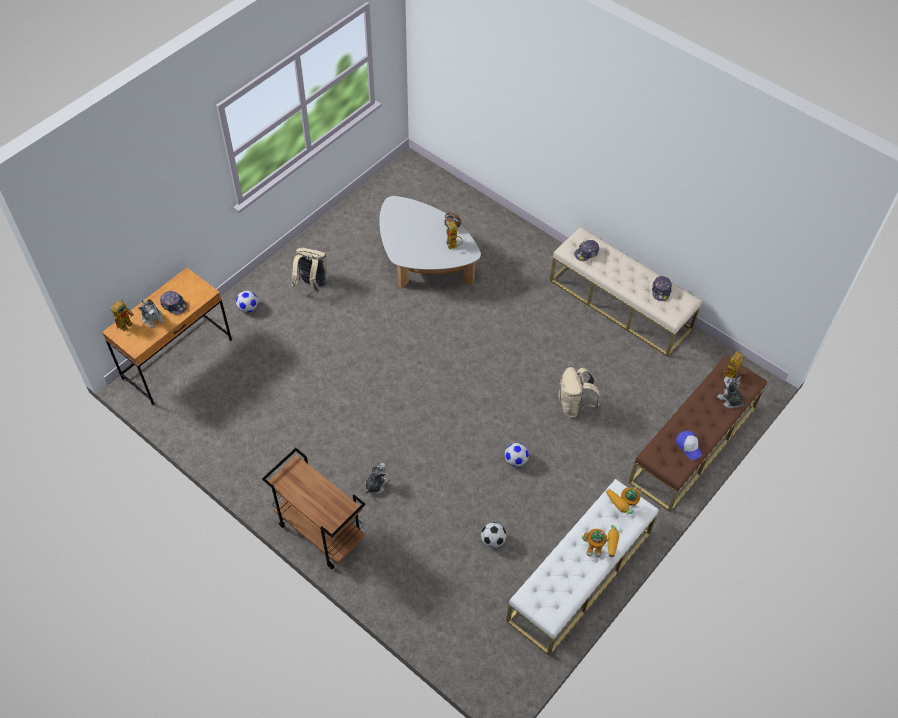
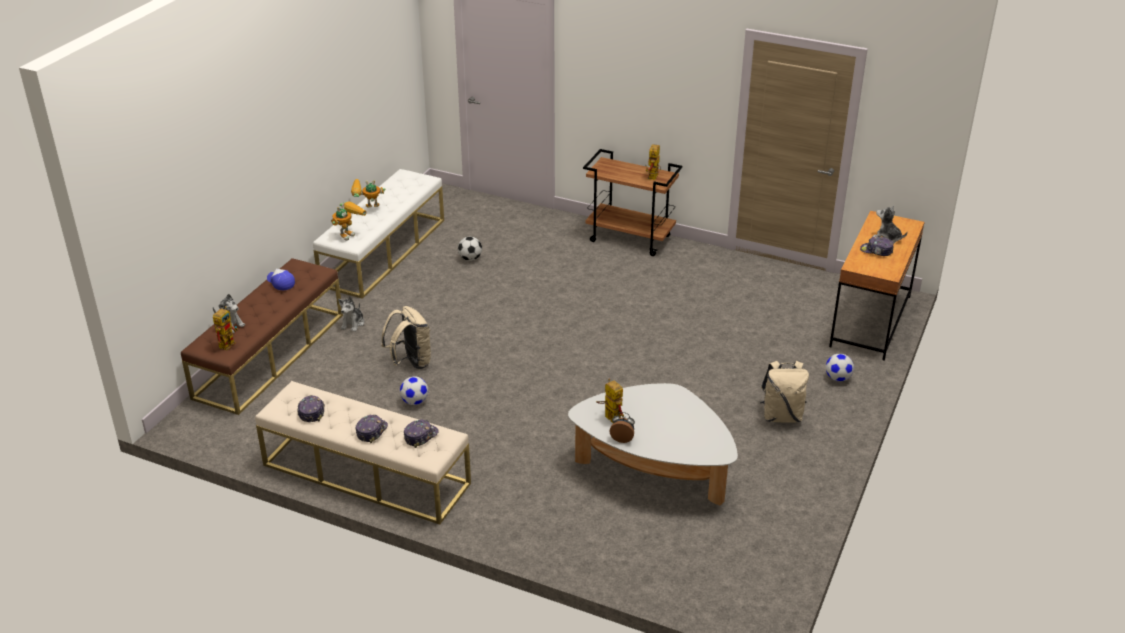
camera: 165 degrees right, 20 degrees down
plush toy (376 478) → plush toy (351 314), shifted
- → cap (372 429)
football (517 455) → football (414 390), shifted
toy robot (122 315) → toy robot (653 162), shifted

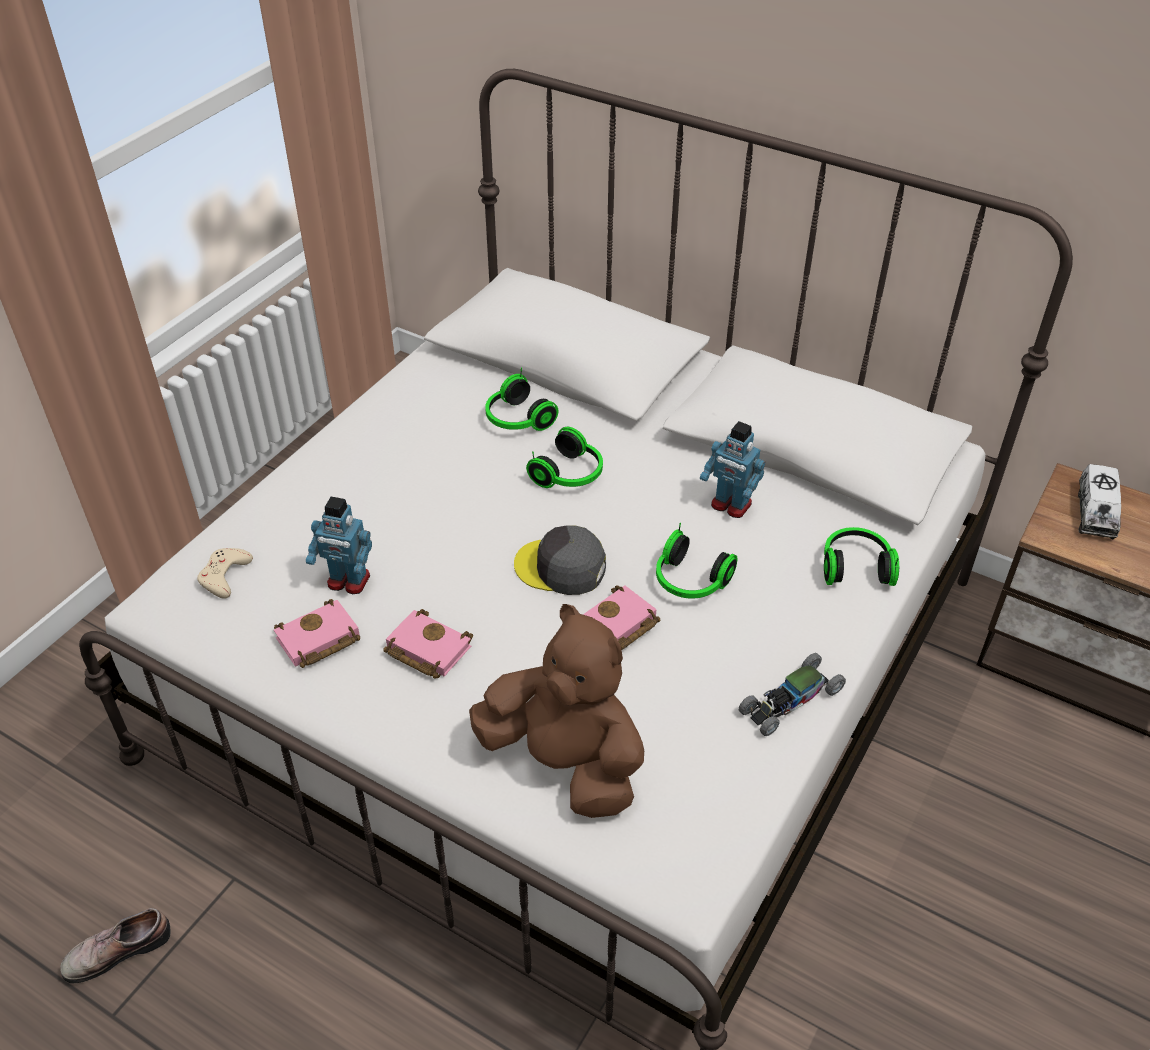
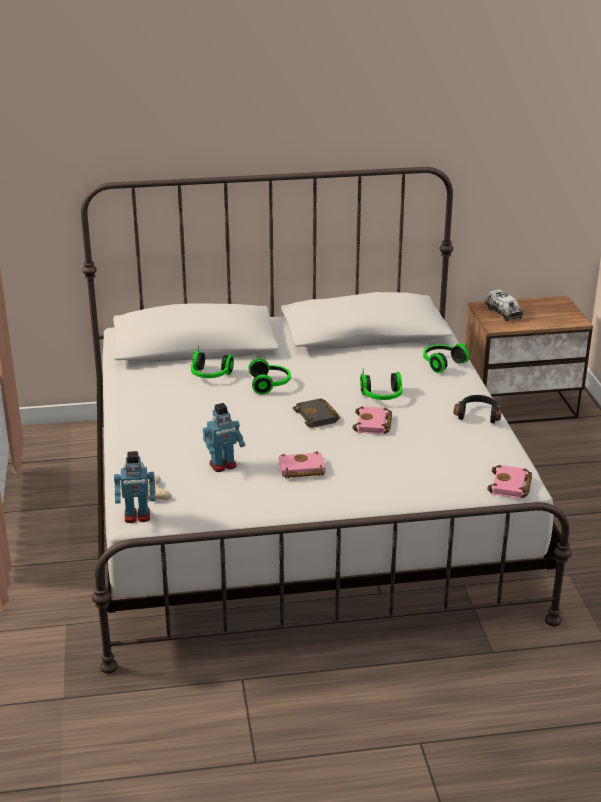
camera: 40 degrees left, 15 degrees down
toy robot (733 469) → toy robot (135 487), shifted
grey cap (560 560) → black book (316 413)
toy car (792 694) → black headphones (477 409)
pink book (317 633) → pink book (509 481), shifted
shoe (115 945) → -
brown plush toy (556 711) → -

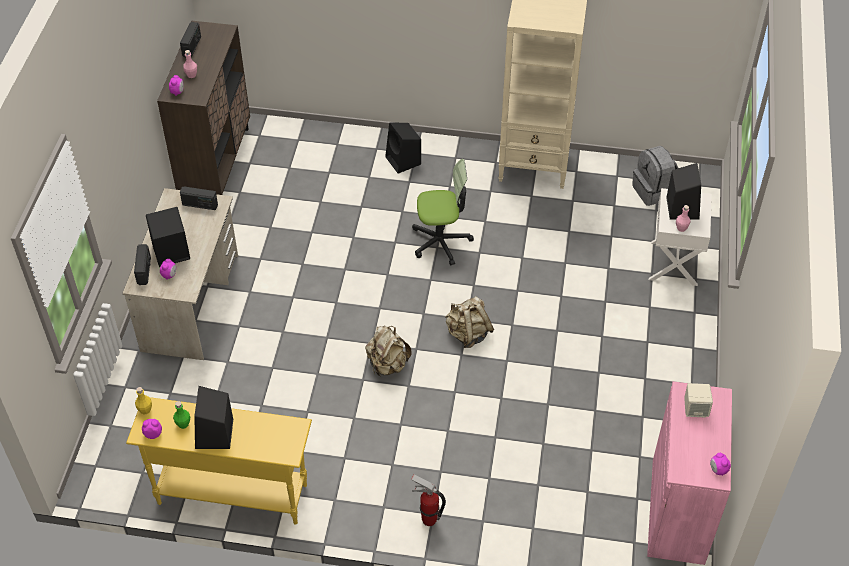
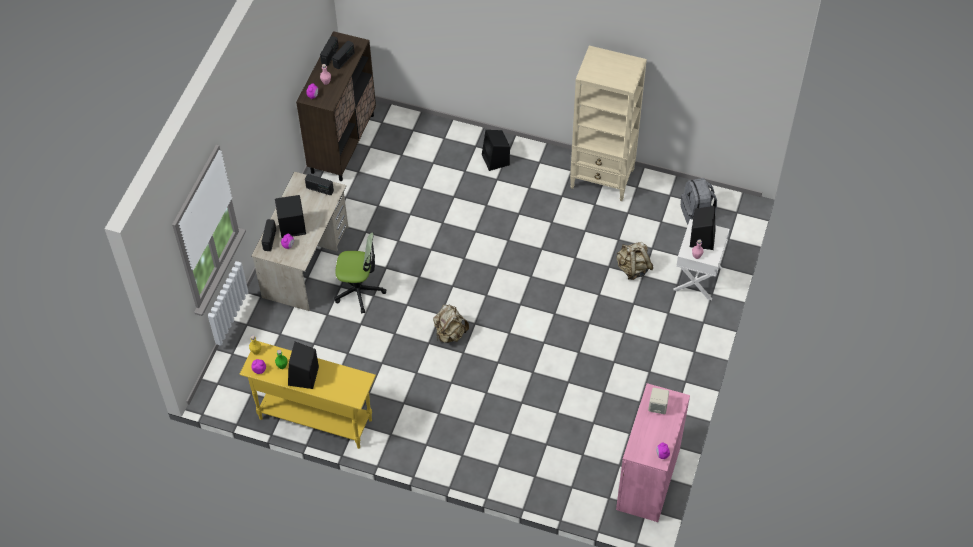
camera: 10 degrees right, 5 degrees up
- → radio (343 55)
office chair (443 212) → office chair (360 273), shifted
beige backpack (469 322) → beige backpack (634 261), shifted
fire extinguisher (428 500) → -

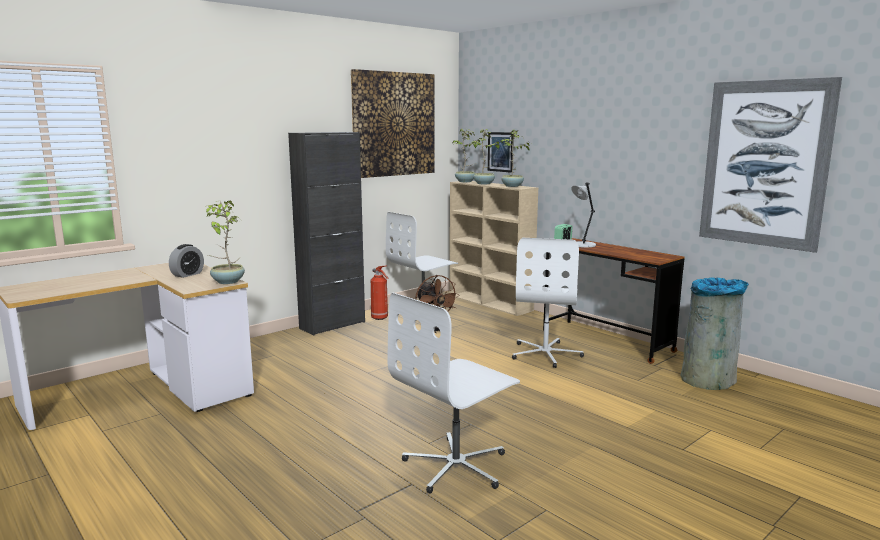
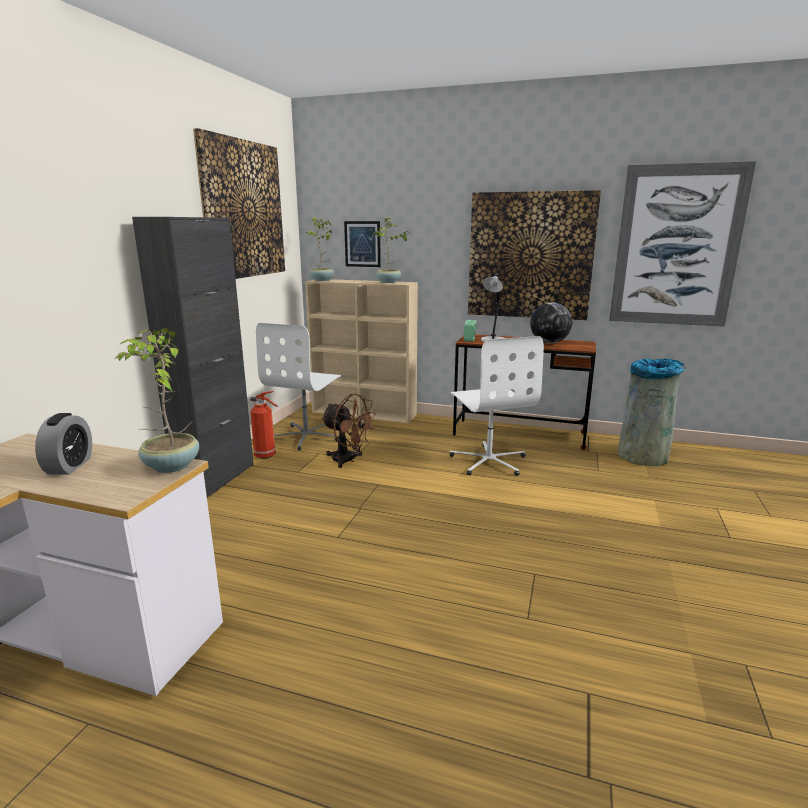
camera: 30 degrees left, 5 degrees up
- → picture (534 255)
- → globe (551 323)
white office chair (454 393) → -
potted plant (487 157) → -

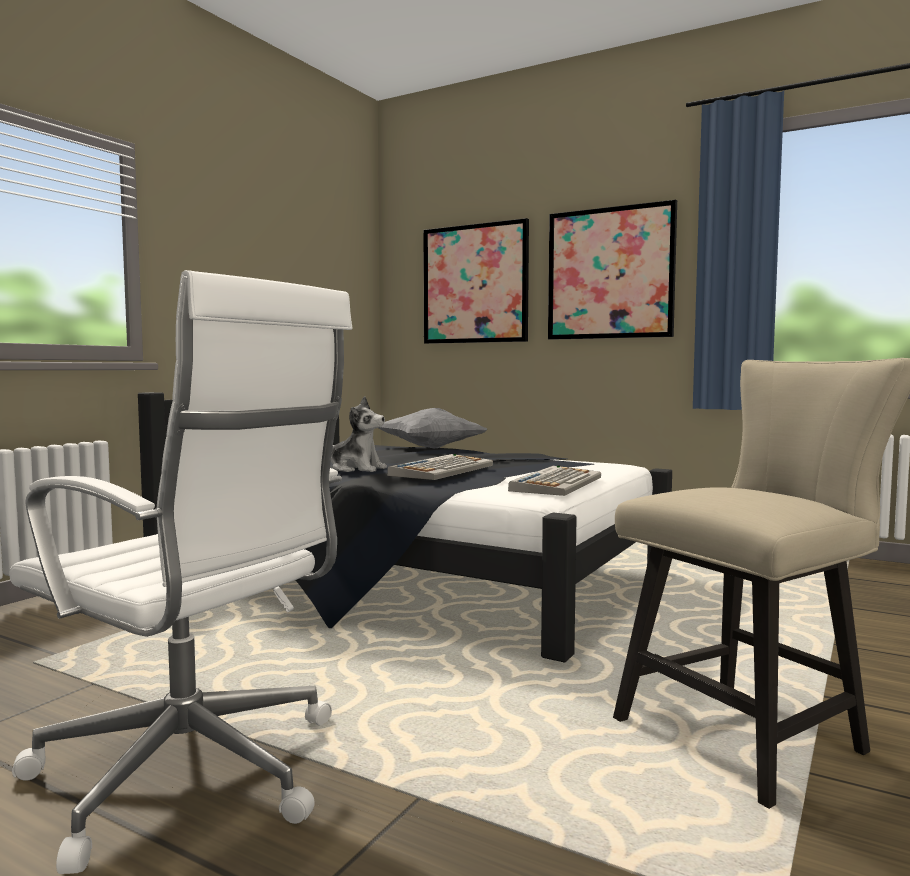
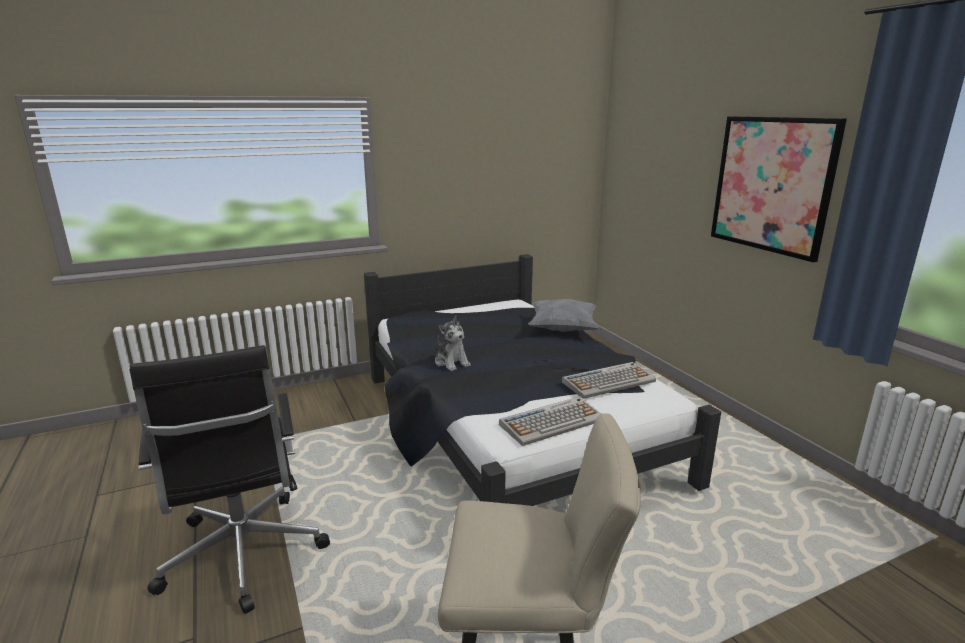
camera: 35 degrees right, 15 degrees up
white office chair (180 572) → black office chair (229 479)
keyboard (440 467) → keyboard (609 380), shifted
picture (476 281) → -

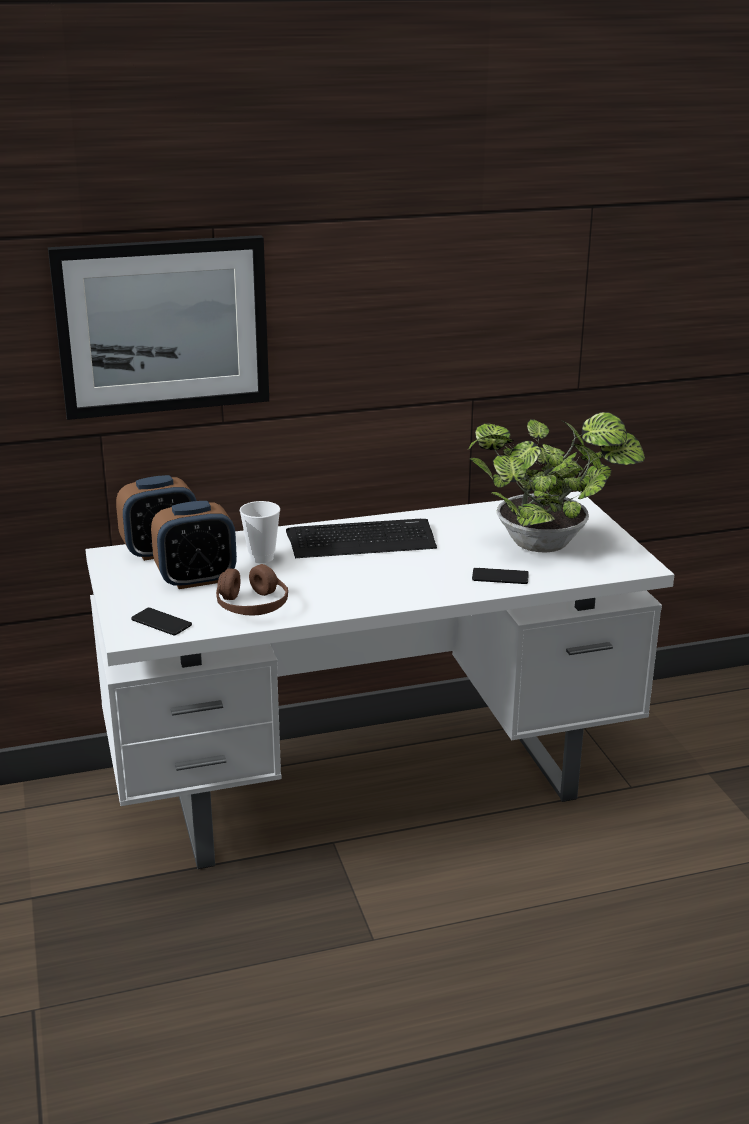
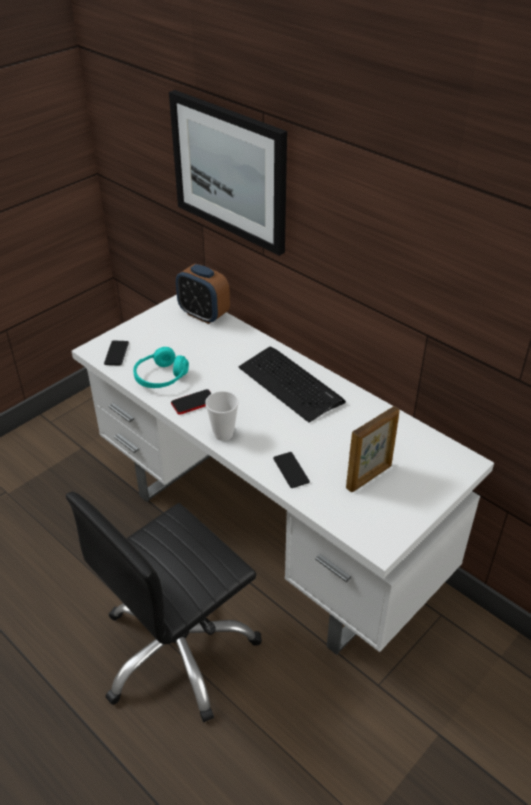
camera: 60 degrees right, 15 degrees up
- → black office chair (164 607)
brown headphones (252 589) → turquoise headphones (161 367)
- → phone (191 402)
cup (260 532) → cup (222 416), shifted
potted plant (556 482) → picture frame (373 449)
alarm clock (194 545) → -

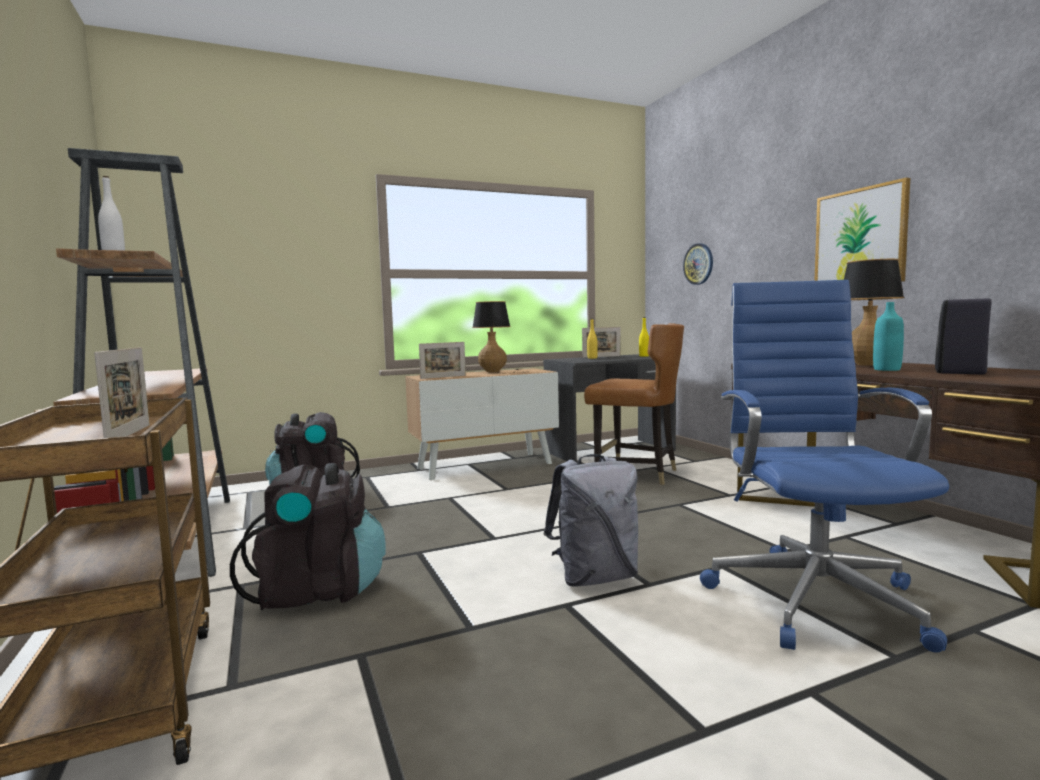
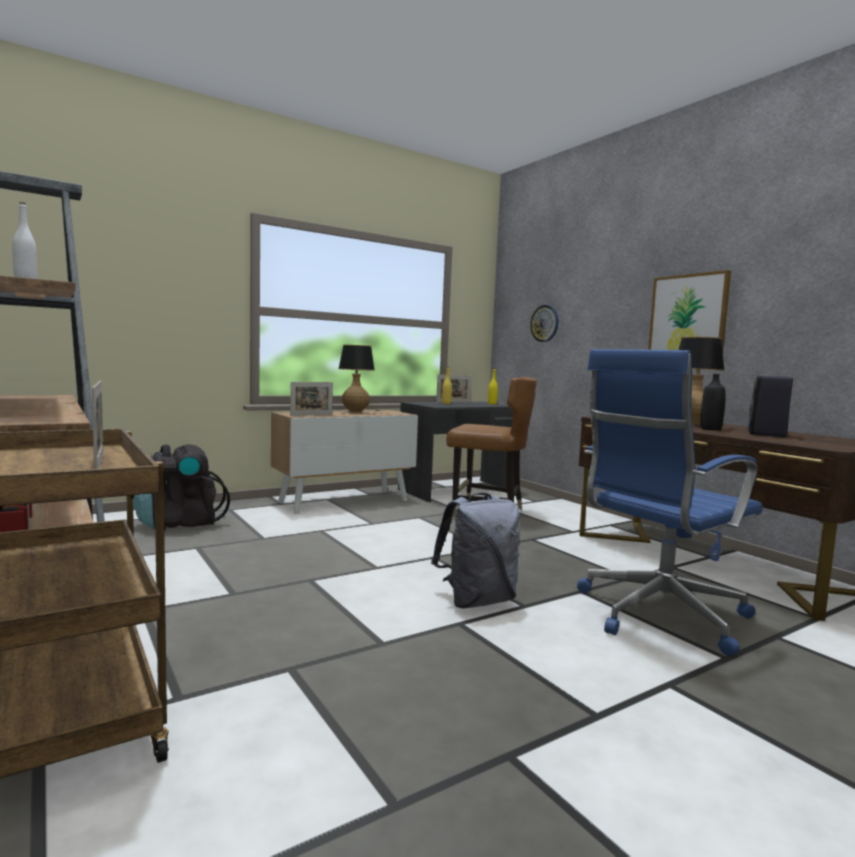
camera: 10 degrees left, 0 degrees up
blue office chair (824 466) → blue office chair (670 502), 120 degrees counterclockwise
turquoise bottle (888 336) → black bottle (713 402)
black backpack (308 537) → -

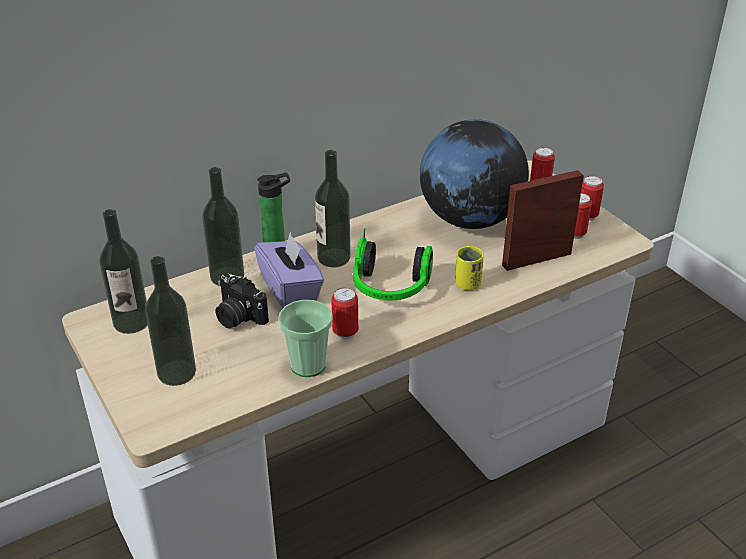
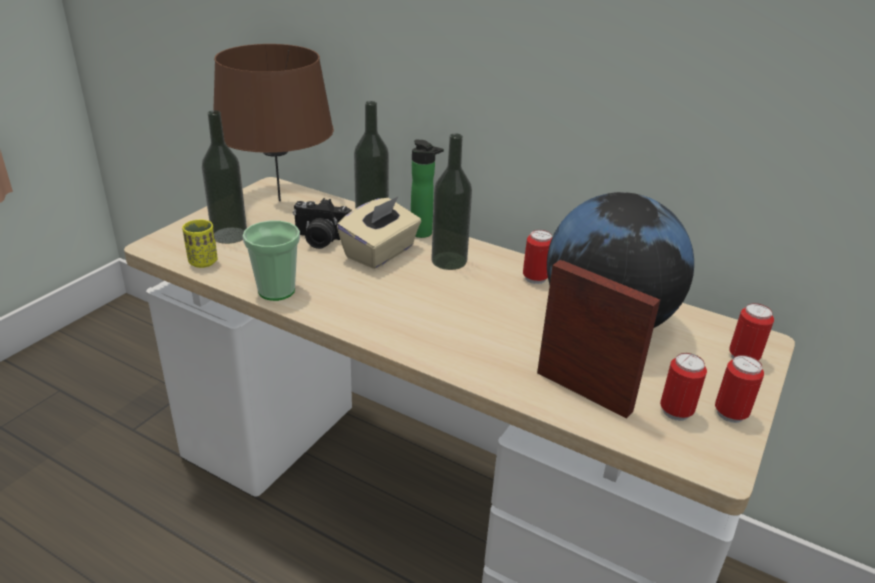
camera: 60 degrees right, 5 degrees down
yellow cup (469 268) → yellow cup (200 243), shifted
bottle (123 271) → brown table lamp (273 123)
photo camera (242 301) → photo camera (322 223), 90 degrees counterclockwise
purple tissue box (289 270) → beige tissue box (379 233)
can (345 313) → can (537 257), shifted
headphones (393 264) → -

